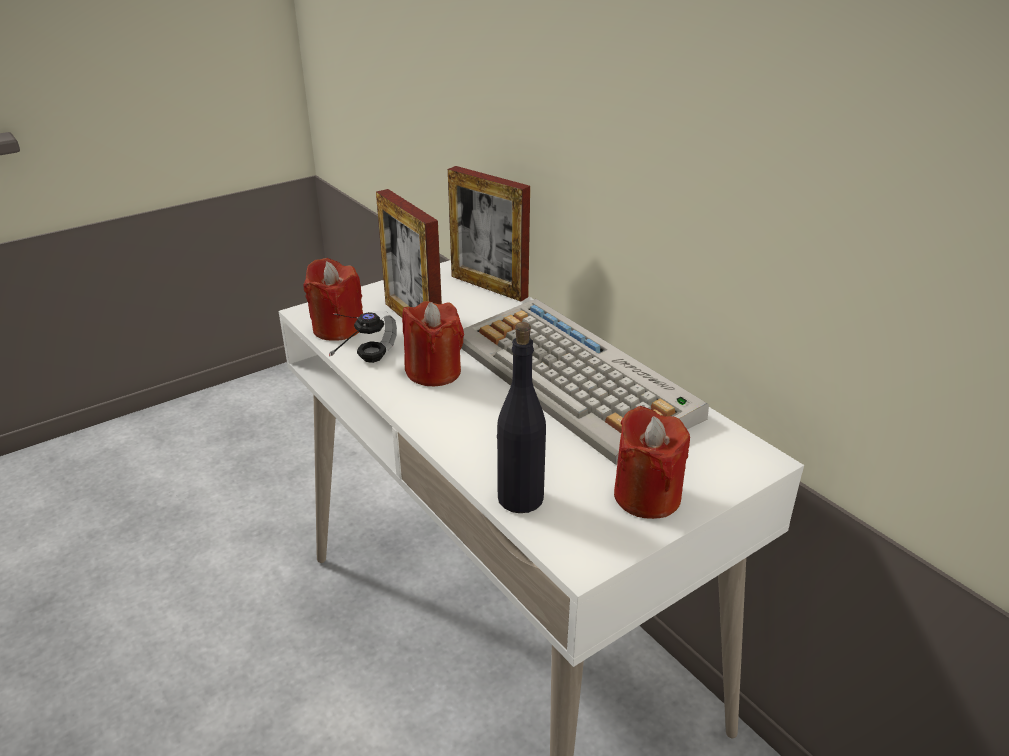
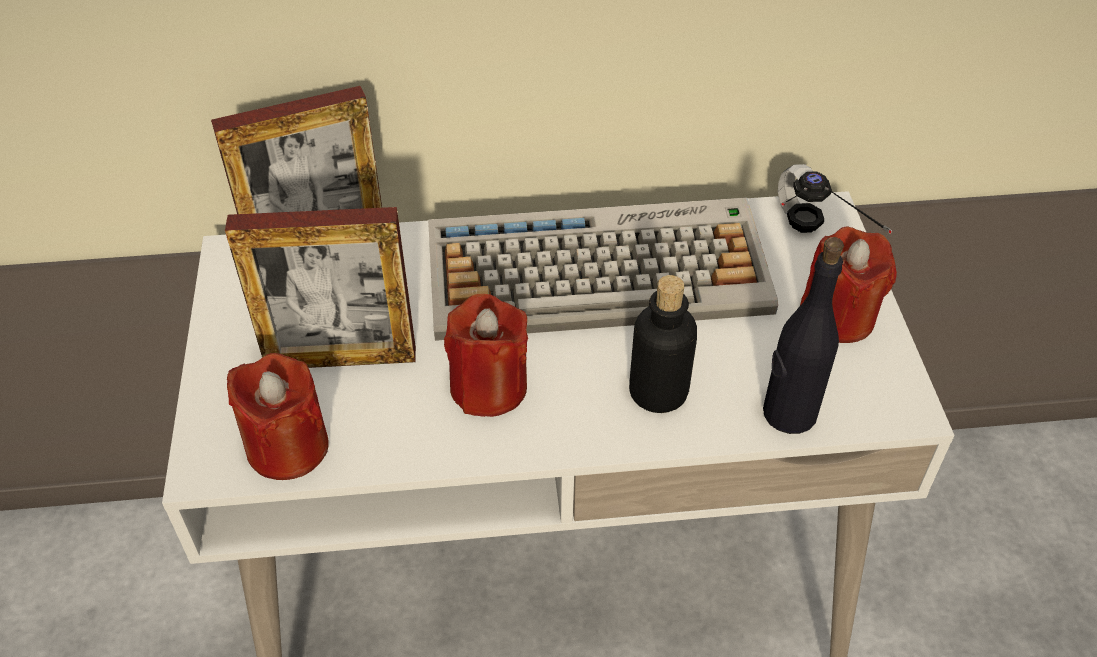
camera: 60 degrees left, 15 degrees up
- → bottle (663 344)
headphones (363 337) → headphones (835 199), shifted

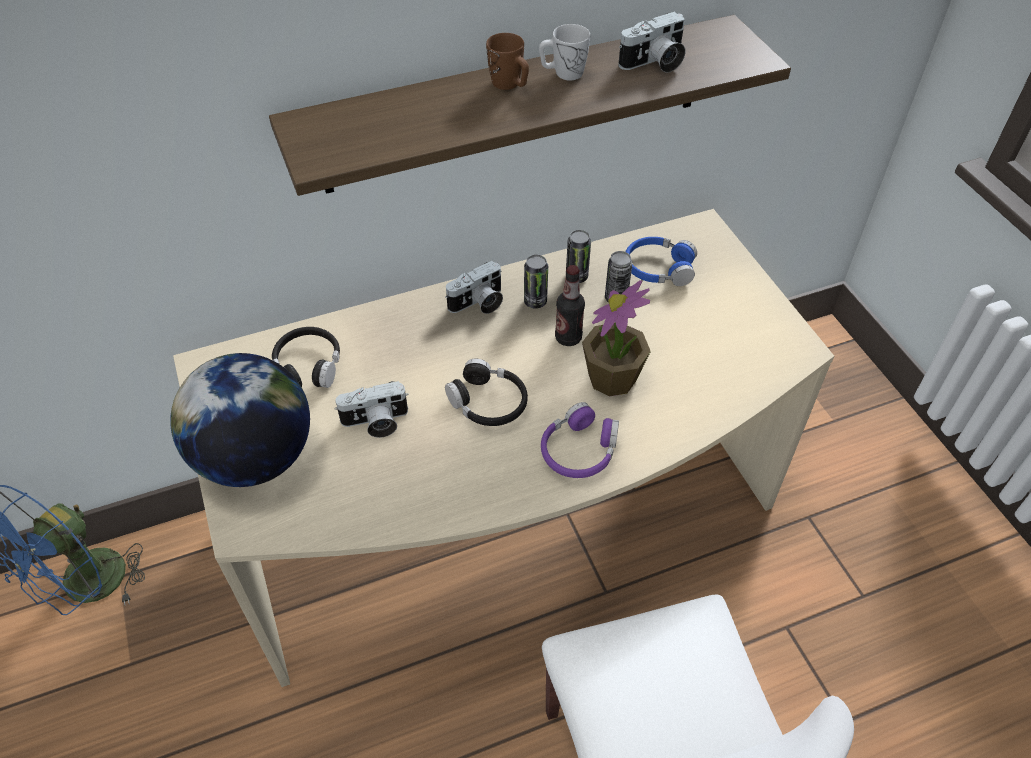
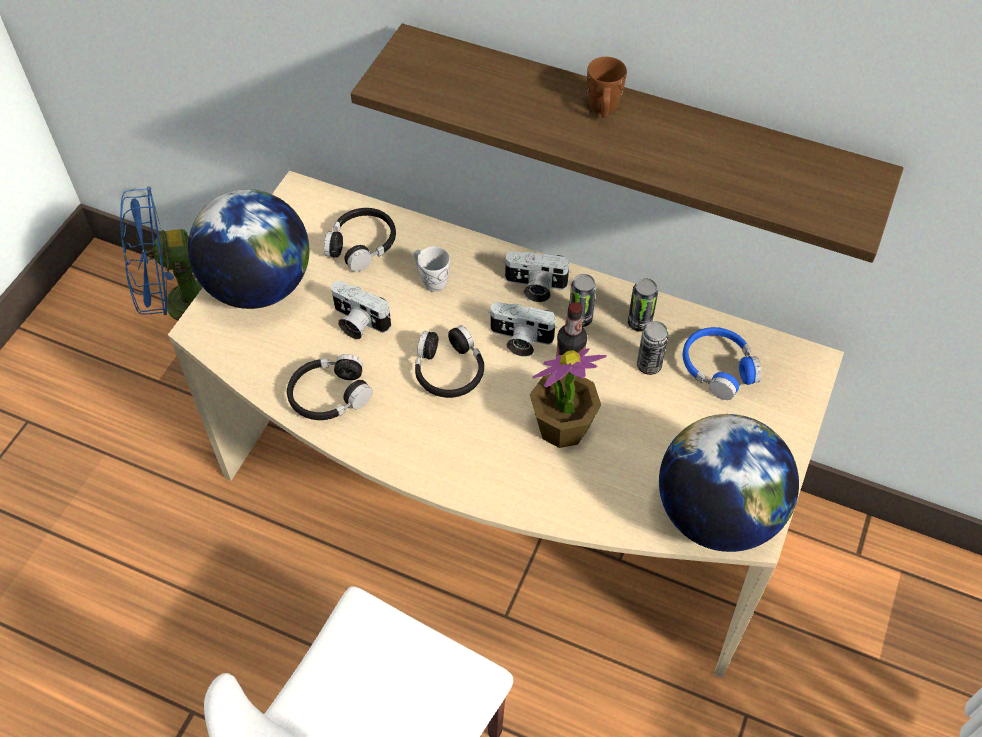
camera: 45 degrees right, 5 degrees up
- → black headphones (330 387)
white mug (564 52) → white mug (431 269), shifted
photo camera (651 42) → photo camera (523 329), shifted
- → globe (729 483)
purple headphones (580 440) → -

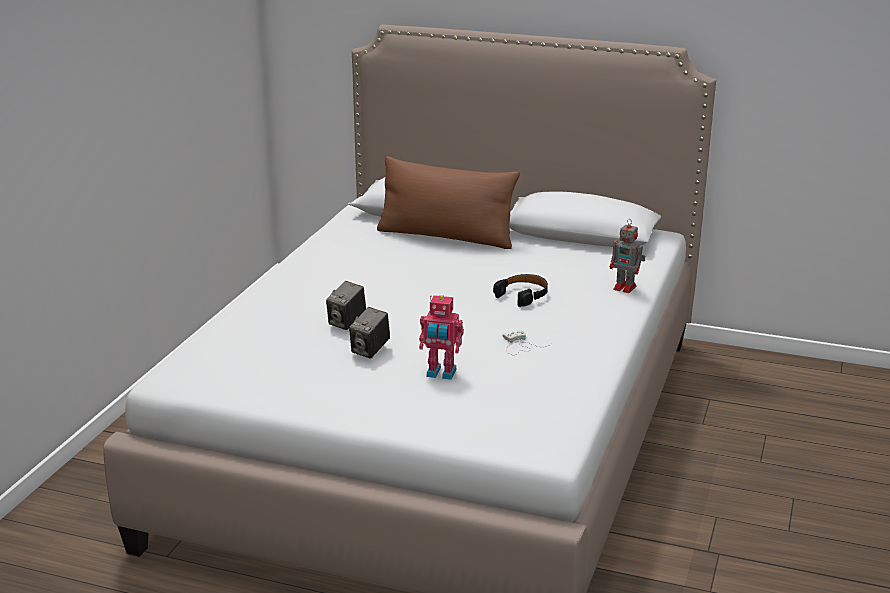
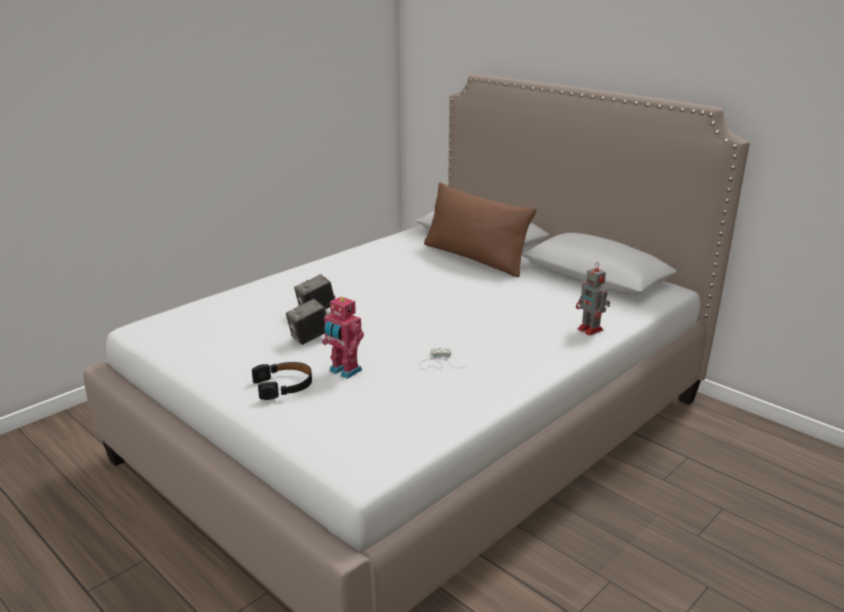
camera: 25 degrees right, 0 degrees up
black headphones (520 290) → black headphones (282 381), shifted

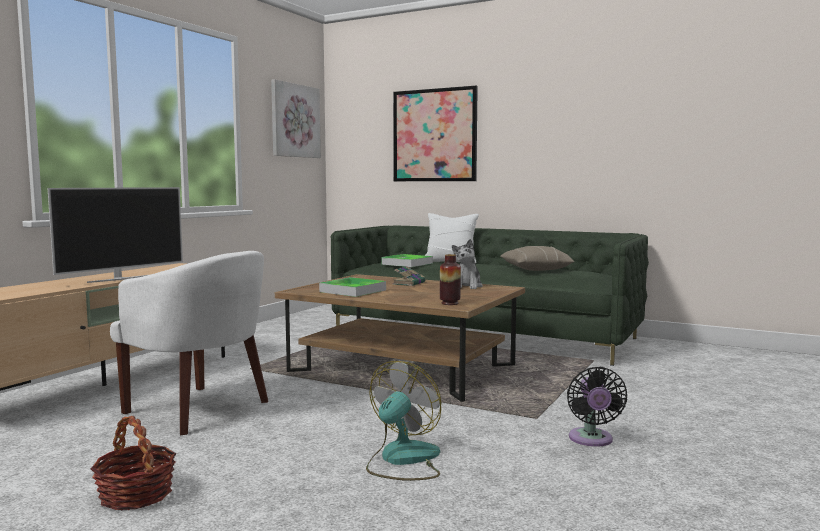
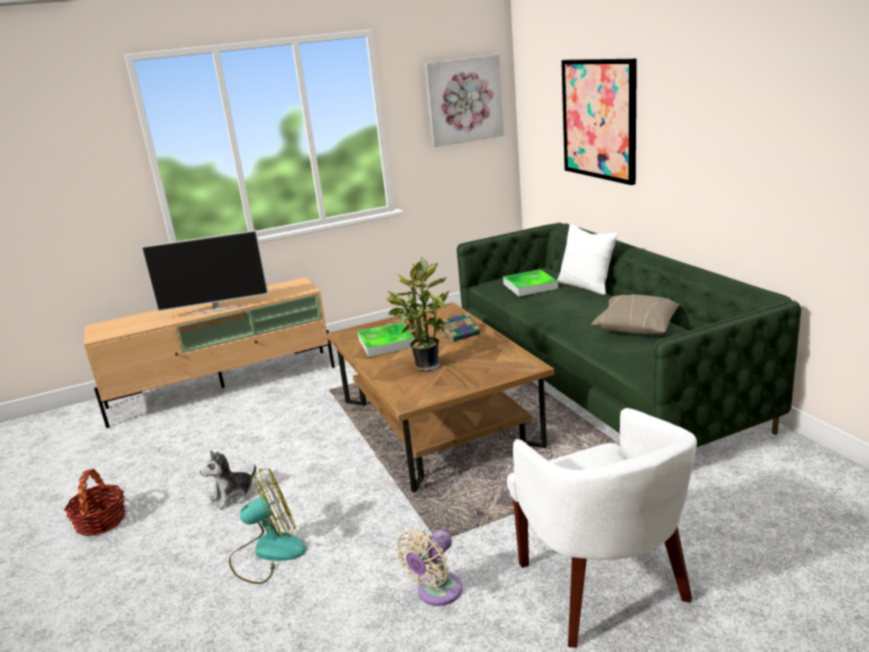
camera: 40 degrees right, 15 degrees up
plush toy (467 264) → plush toy (228 480), shifted
- → potted plant (417 314)
black fan (597 407) → beige fan (429 567)
white armchair (189 343) → white armchair (602 528), shifted
vase (450 279) → -

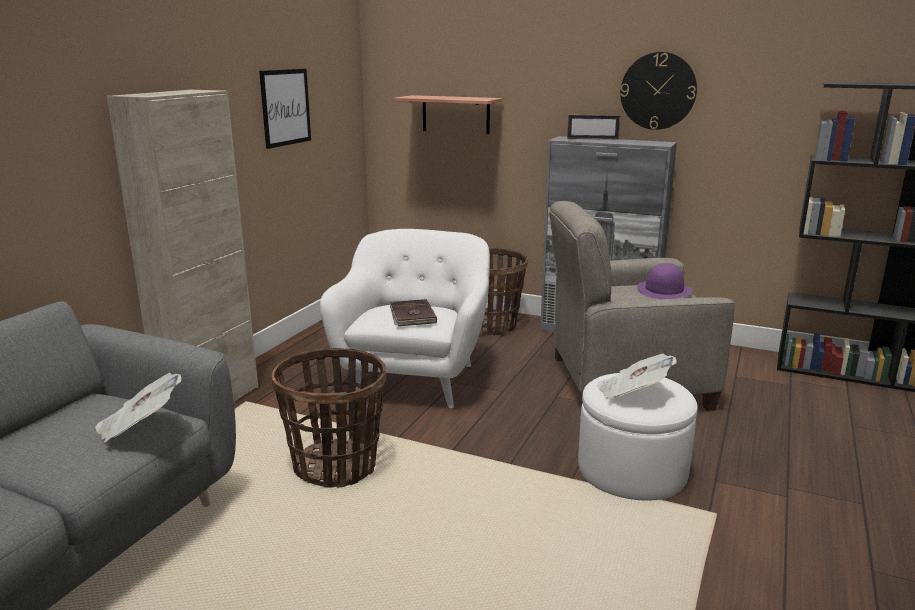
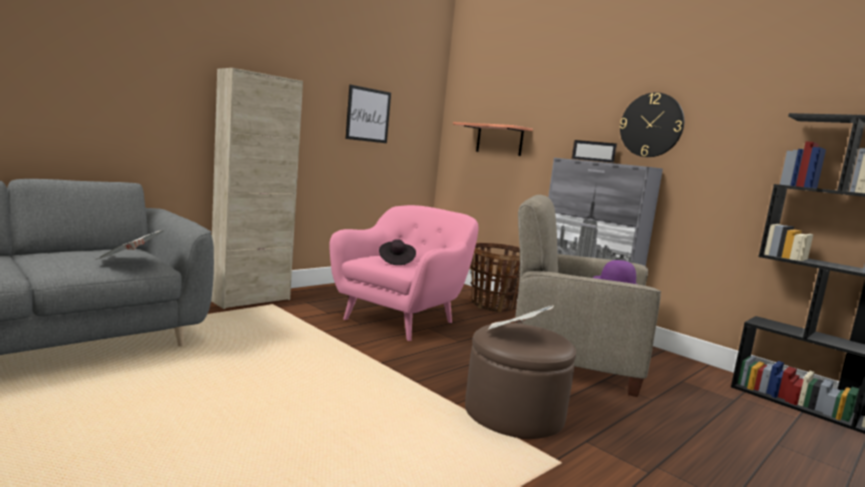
camera: 20 degrees right, 10 degrees down
white armchair (405 318) → pink armchair (404 273)
brown book (413 312) → black hat (397 252)
white ottoman (638 437) → brown ottoman (520 381)
basket (329 418) → -

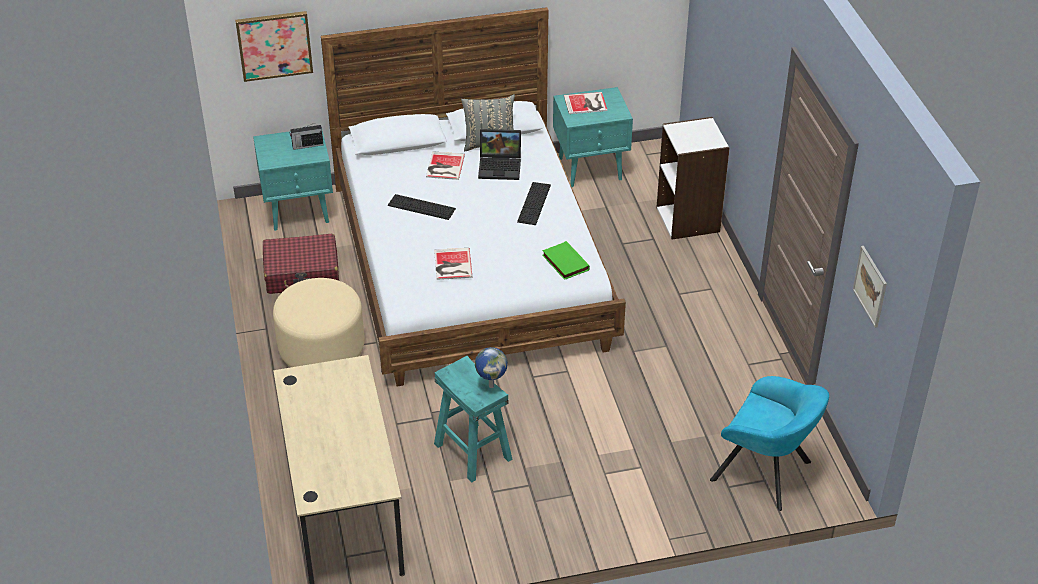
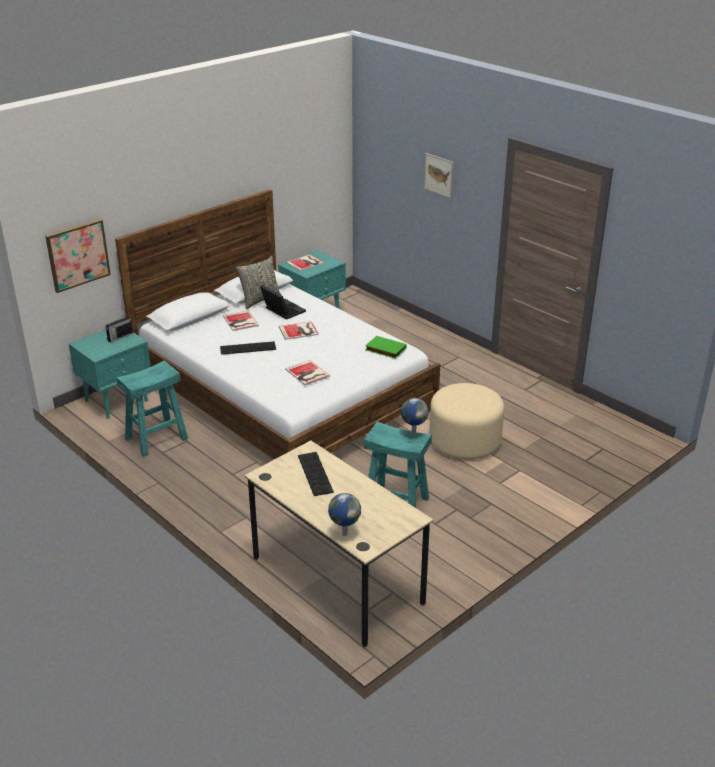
camera: 30 degrees left, 10 degrees down
red suitcase (301 264) → turquoise stool (152 408)
laptop (499 154) → laptop (283 302), 105 degrees counterclockwise
- → book (299 330)
keyboard (534 203) → keyboard (316 474), shifted
- → globe (344 514)
picture (870 287) → picture (439 175), shifted
beige ottoman (319 322) → beige ottoman (466 421), shifted
white bookcase (693 178) → -
turquoise armchair (769 443) → -

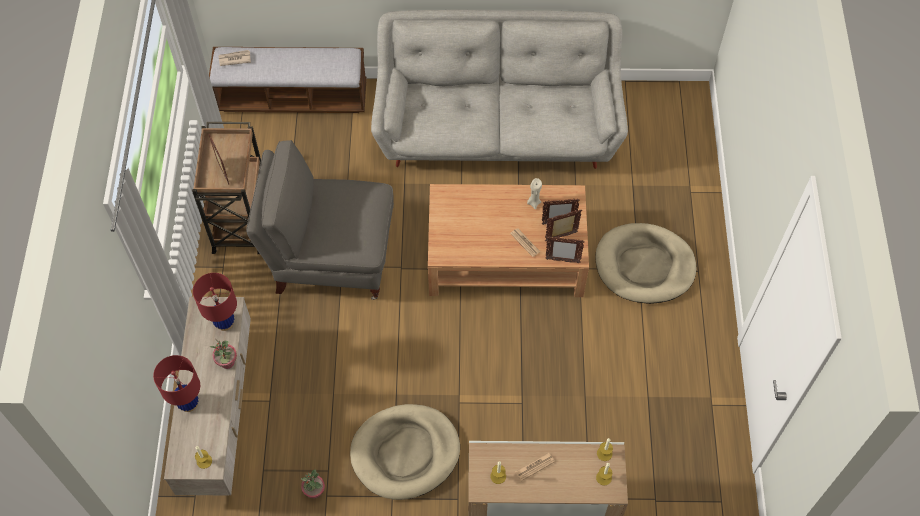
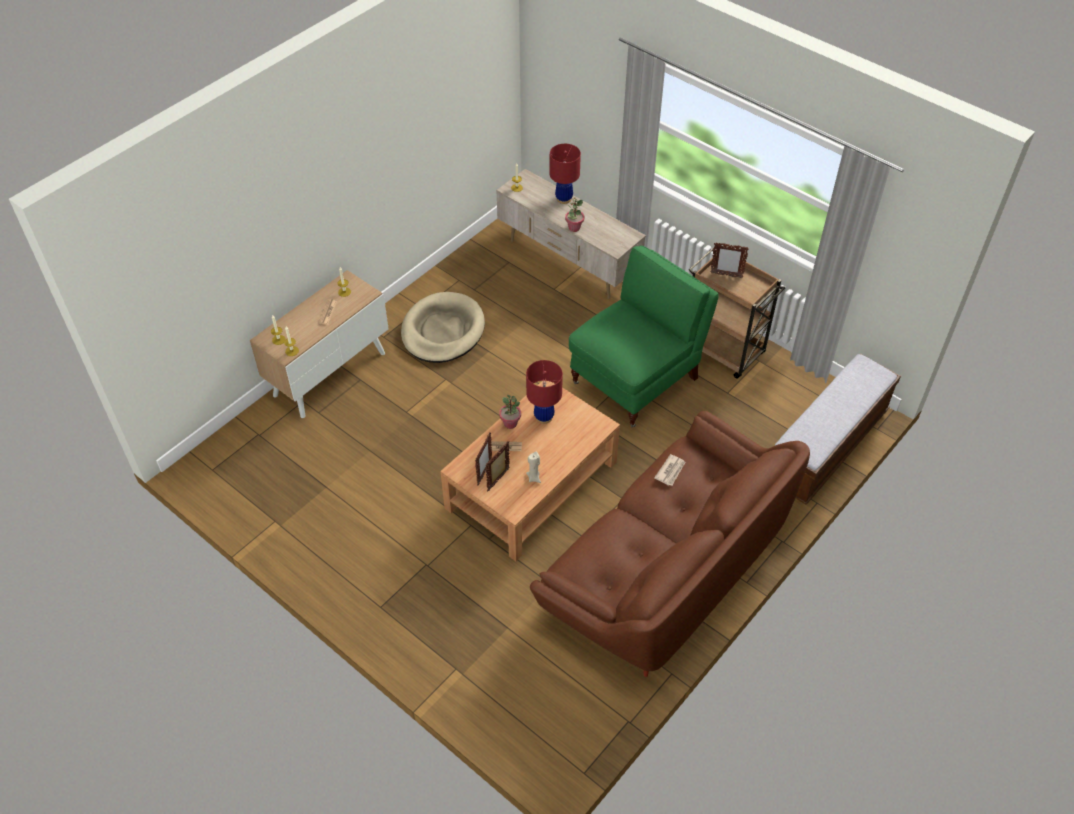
camera: 130 degrees right, 10 degrees down
potted plant (313 484) → potted plant (510 412), shifted
red table lamp (215 302) → red table lamp (544 392), shifted
grey sofa (499 89) → brown sofa (670 544)
grey armchair (320 220) → green armchair (644 336)
newspaper (235 58) → newspaper (670 470), shifted
picture frame (565 250) → -
beige dog bed (645 263) → -

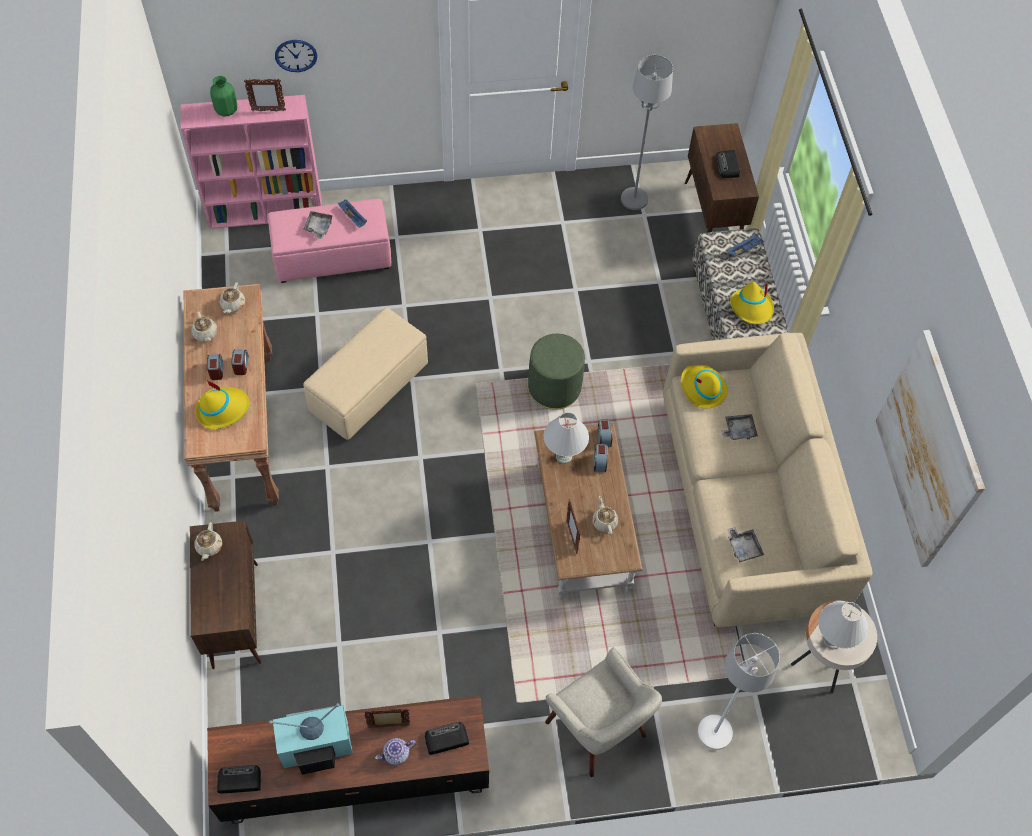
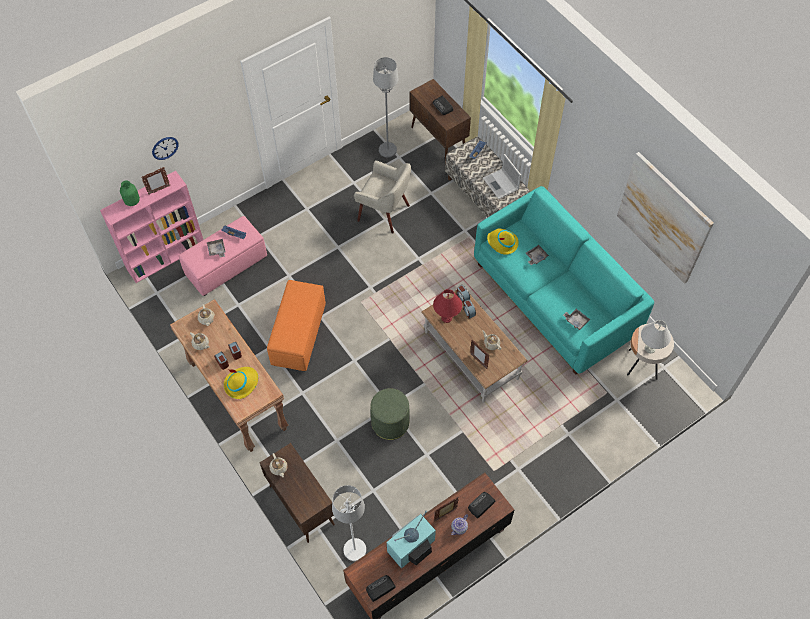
camera: 25 degrees left, 0 degrees up
beige ottoman (365 374) → orange ottoman (296 325)
white floor lamp (739 691) → white floor lamp (349 523), shifted
beige armchair (603 712) → beige armchair (382 197), shifted
green ottoman (556 372) → green ottoman (390 414), shifted
white table lamp (566 438) → red table lamp (447 306)
beige sofa (768 480) → turquoise sofa (564 280)
yellow hat (752 302) → laptop (502 176)

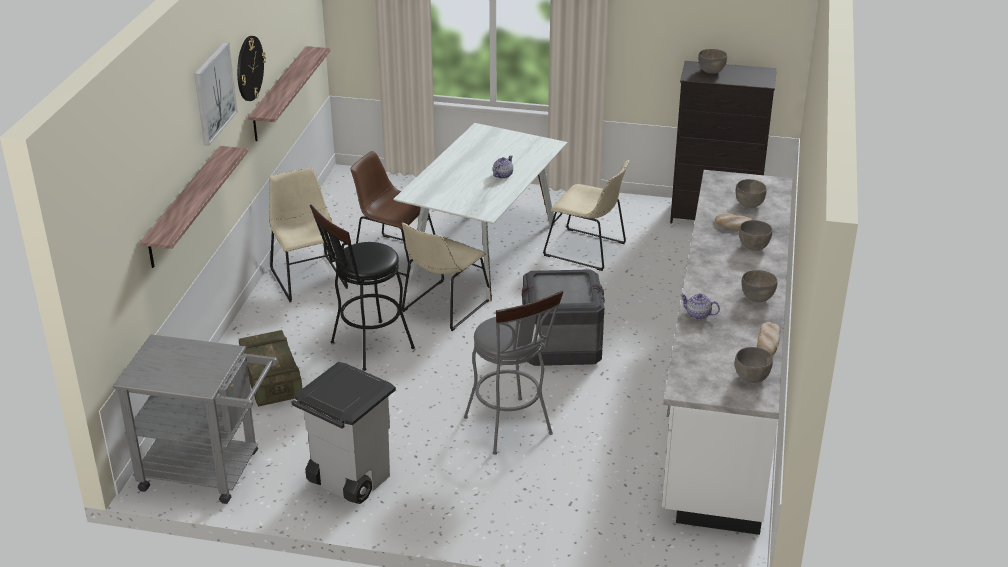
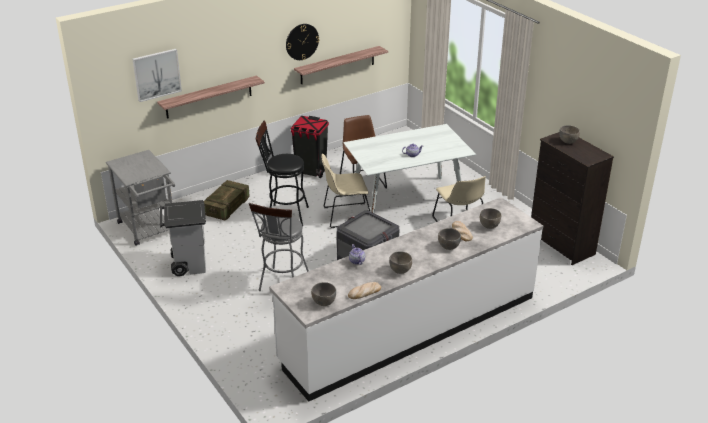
camera: 45 degrees right, 0 degrees up
picture (216 94) → picture (157 75), shifted
beige chair (308 235) → black trash can (309 147)

